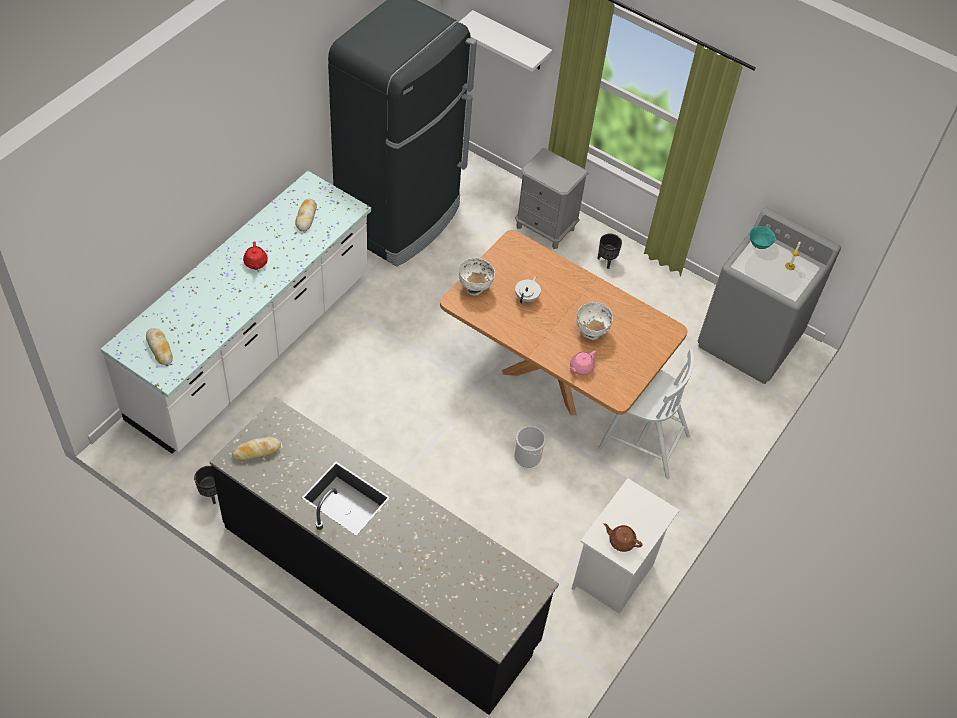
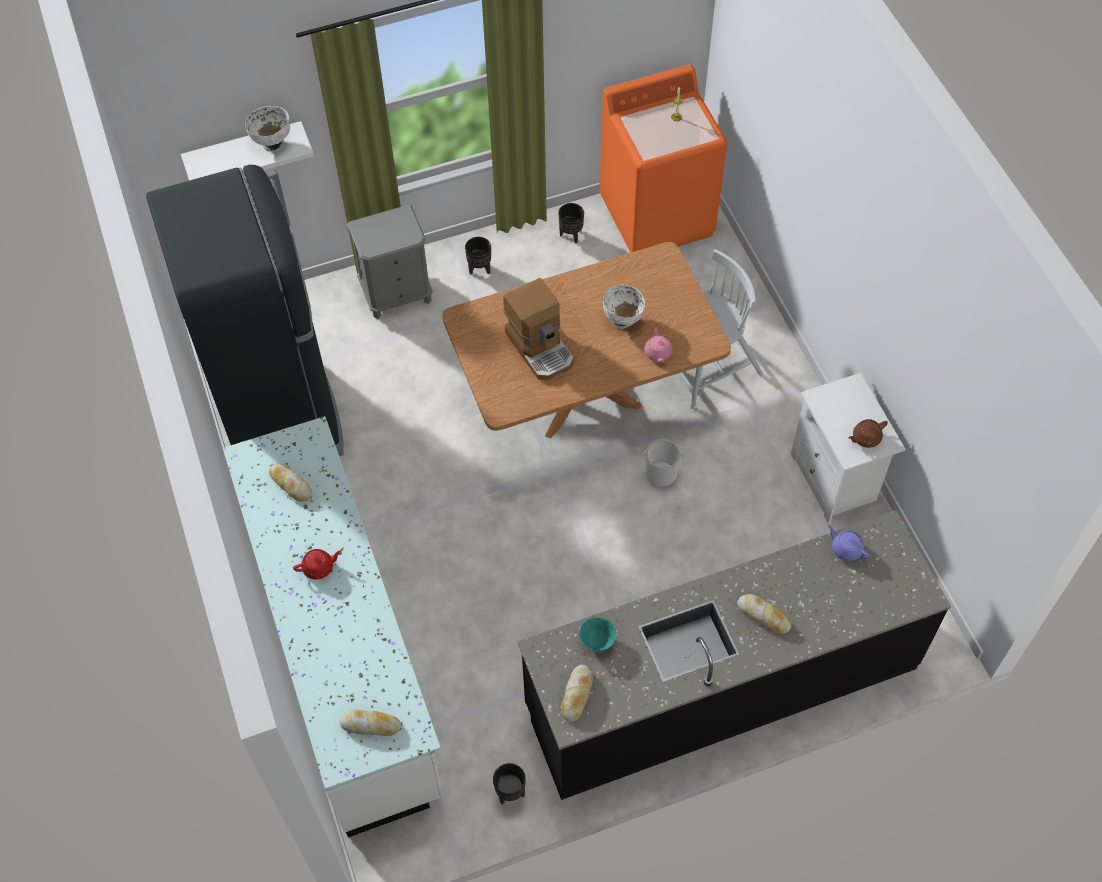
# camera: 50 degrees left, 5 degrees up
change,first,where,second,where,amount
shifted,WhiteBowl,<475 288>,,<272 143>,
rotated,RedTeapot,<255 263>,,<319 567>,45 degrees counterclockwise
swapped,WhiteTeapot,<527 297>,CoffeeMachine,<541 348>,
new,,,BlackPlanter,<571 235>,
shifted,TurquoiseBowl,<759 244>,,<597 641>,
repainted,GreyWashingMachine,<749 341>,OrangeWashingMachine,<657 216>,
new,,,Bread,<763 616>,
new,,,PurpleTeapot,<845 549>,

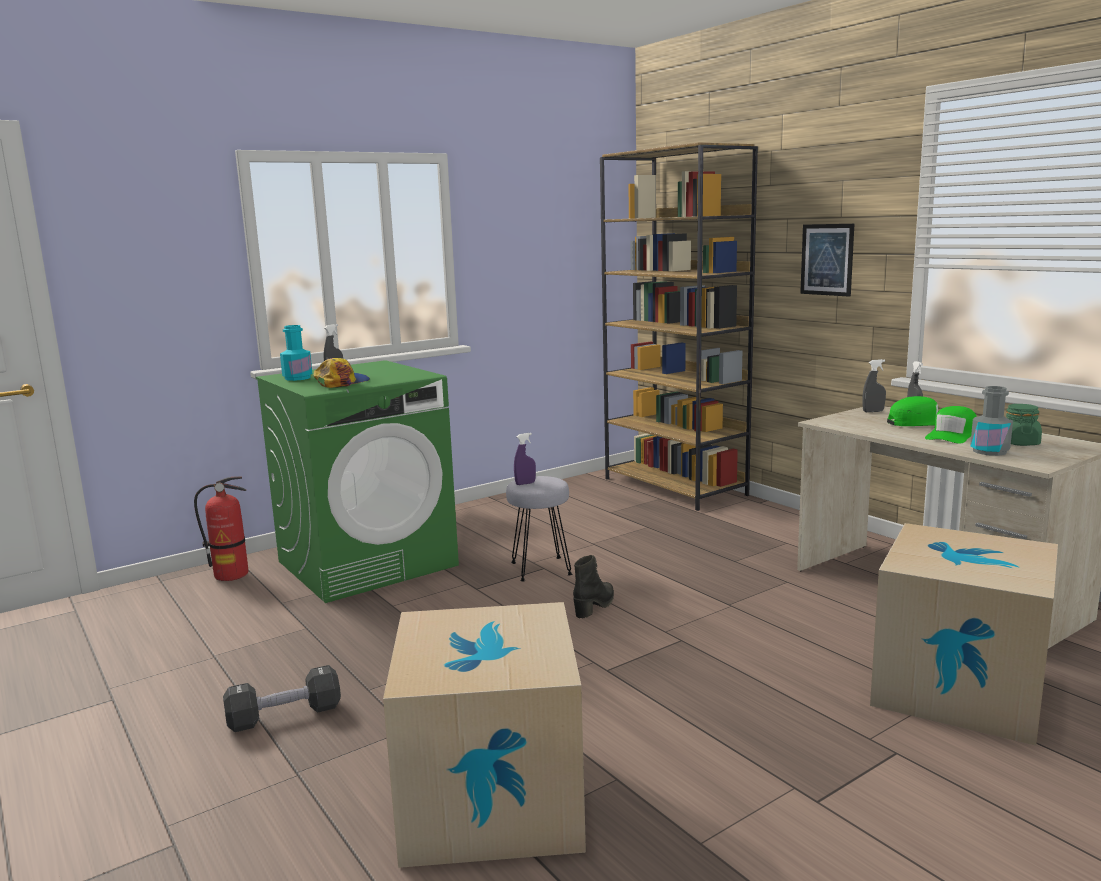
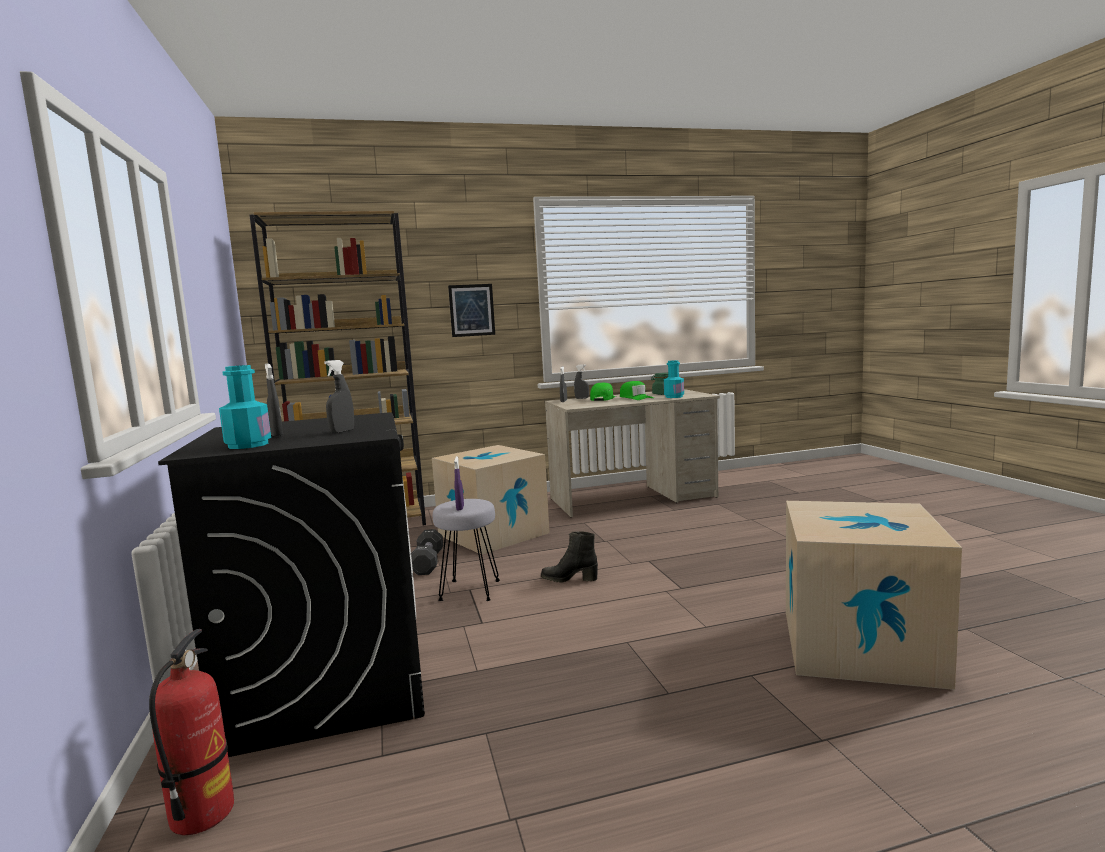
# camera: 70 degrees left, 5 degrees down
change,first,where,second,where,amount
repainted,GreenWashingMachine,<368 563>,BlackWashingMachine,<329 681>,
swapped,Cap,<341 383>,GreySprayBottle,<342 431>,
shifted,BlackDumbbell,<285 716>,,<427 563>,
shifted,CardboardBox,<958 689>,,<493 534>,
rotated,BlackBoot,<595 606>,,<569 579>,45 degrees counterclockwise
repainted,GreyBottle,<989 451>,TurquoiseBottle,<674 397>,

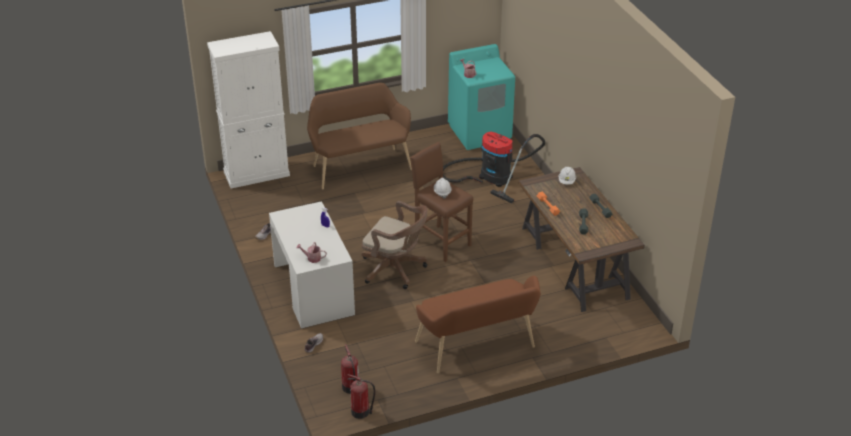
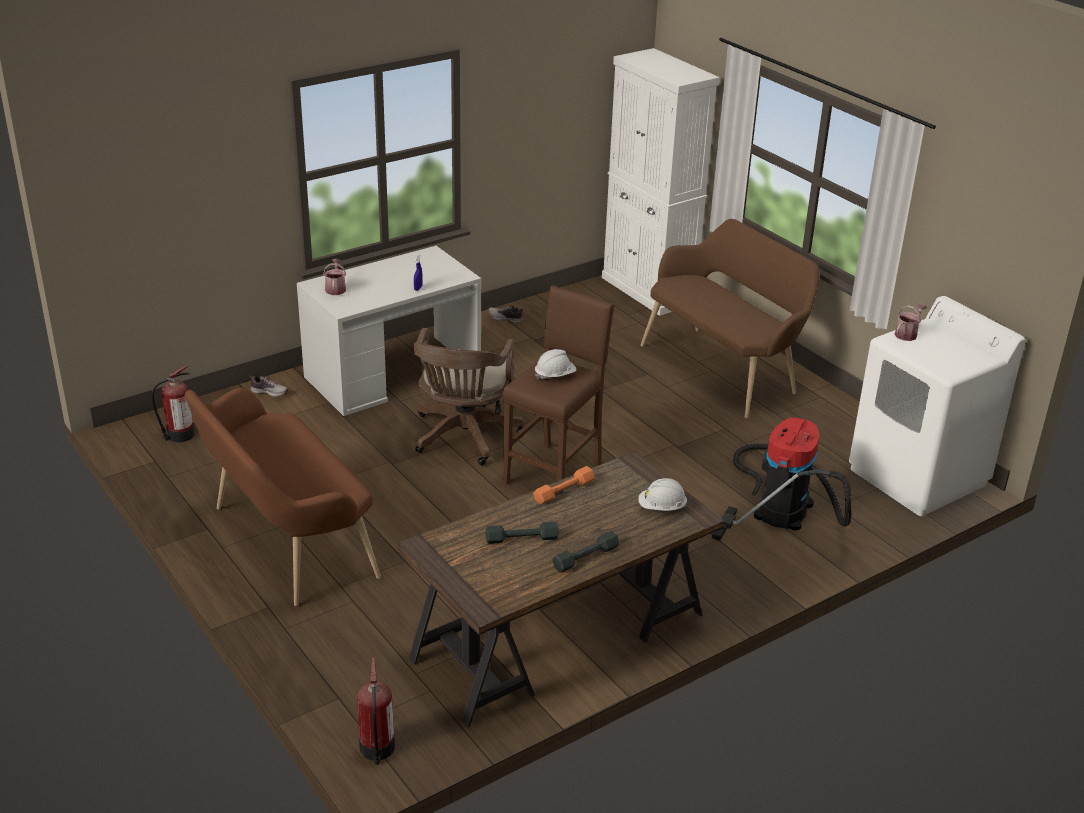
# camera: 75 degrees right, 5 degrees down
change,first,where,second,where,amount
shifted,FireExtinguisher,<361 412>,,<377 749>,
repainted,TurquoiseWashingMachine,<480 132>,WhiteWashingMachine,<918 477>,

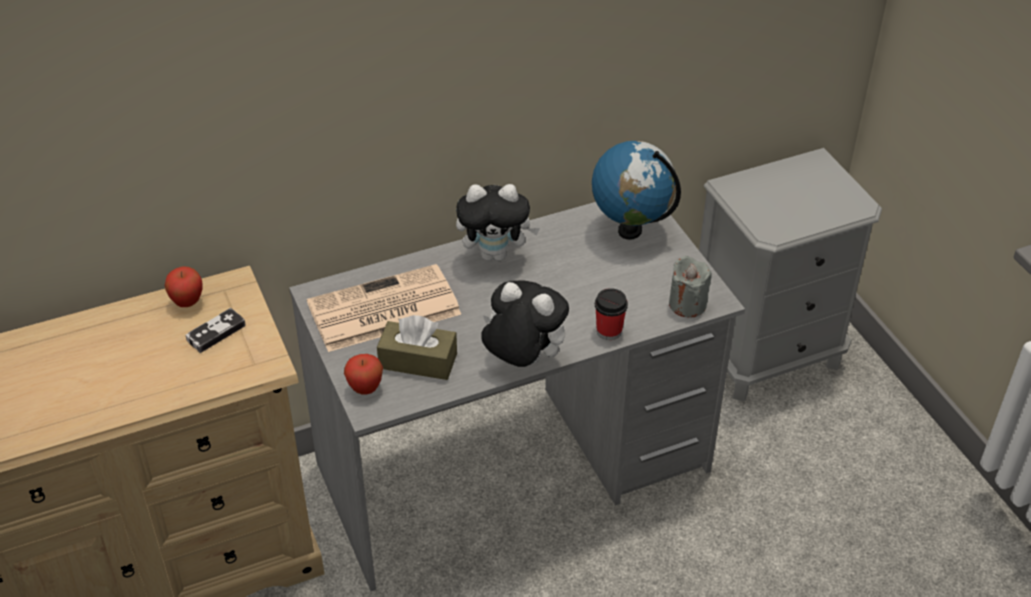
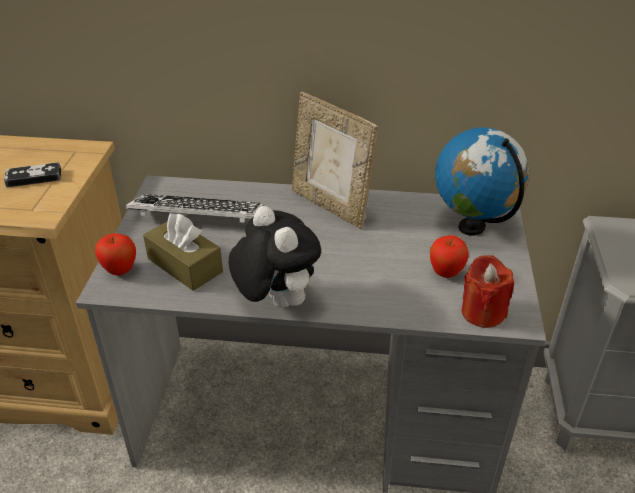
# camera: 30 degrees right, 5 degrees down
change,first,where,second,where,amount
swapped,Newspaper,<382 310>,Keyboard,<197 215>,
swapped,PlushToy,<495 254>,PictureFrame,<331 206>,
shifted,Apple,<187 302>,,<446 273>,
repainted,GreyCandle,<687 304>,RedCandle,<482 312>,
gone,Cup,<609 331>,,,

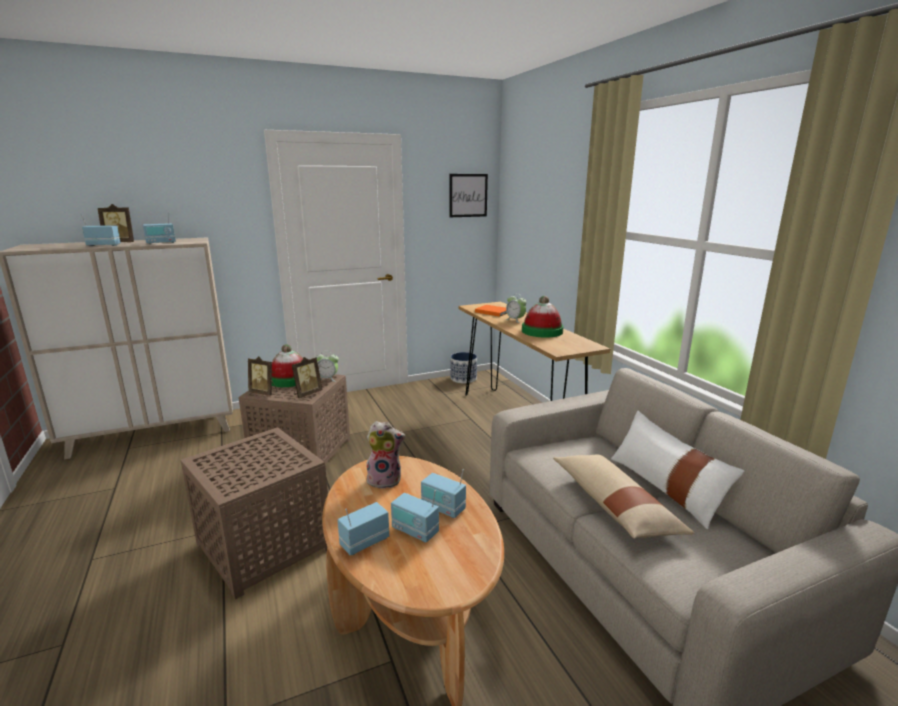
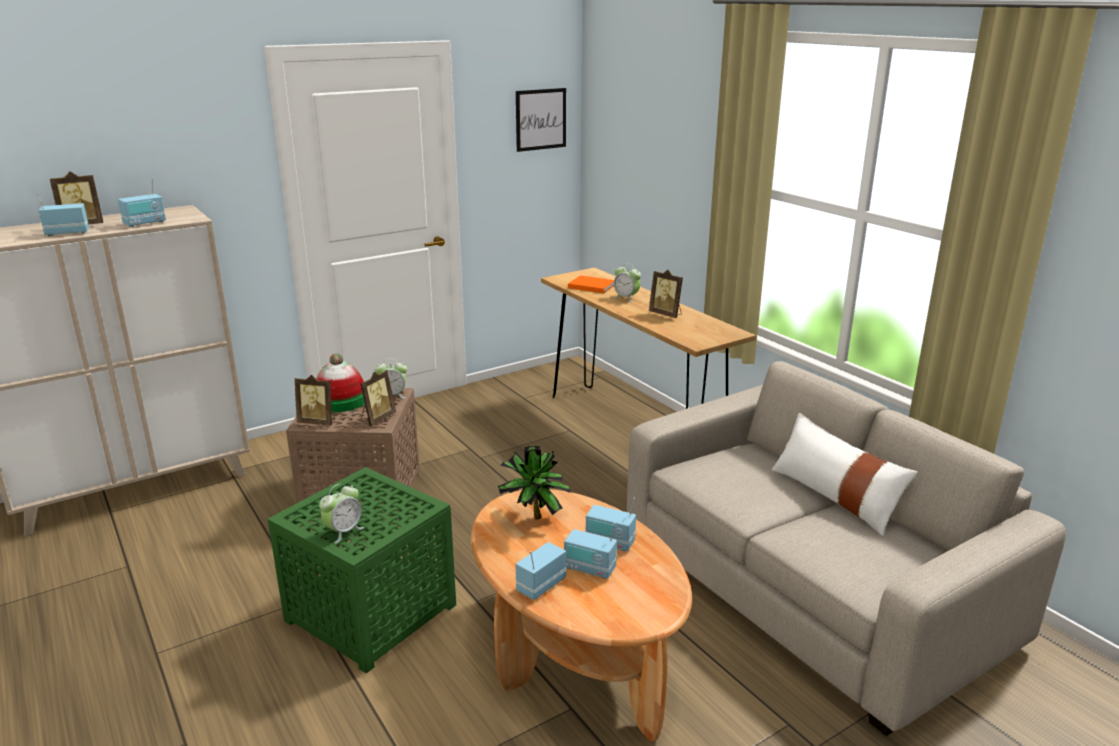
# camera: 10 degrees left, 5 degrees up
change,first,where,second,where,amount
repainted,BrownSideTable,<265 544>,GreenSideTable,<371 611>,
new,,,AlarmClock,<343 531>,
swapped,PlushToy,<385 480>,PottedPlant,<532 518>,
swapped,Hat,<542 331>,PictureFrame,<666 314>,
gone,Planter,<463 378>,,,
gone,BeigePillow,<614 506>,,,

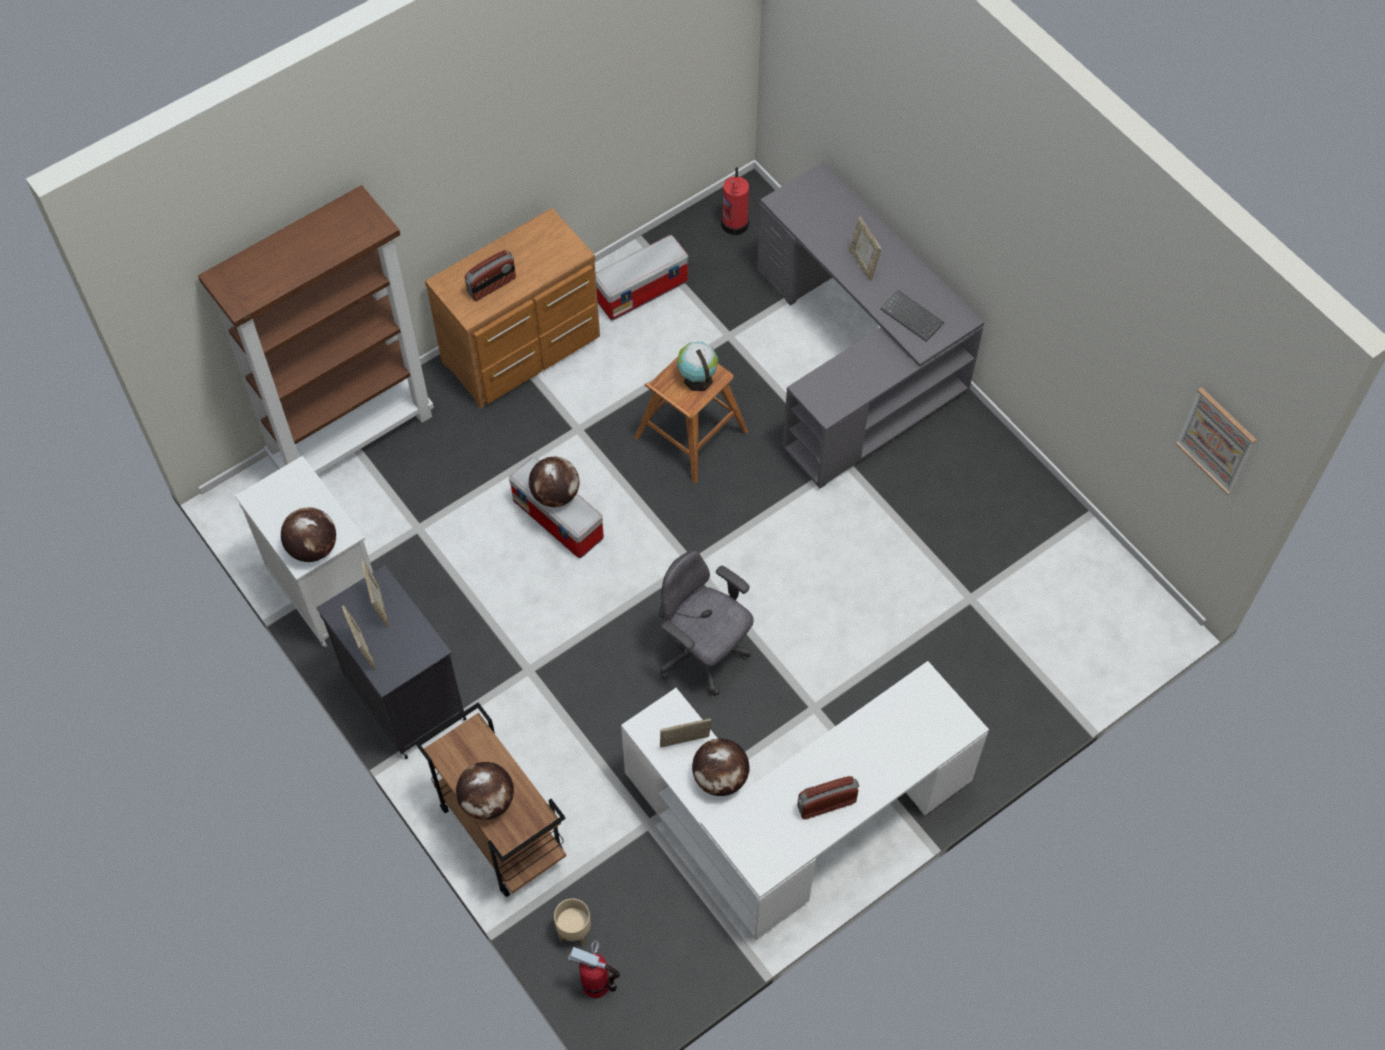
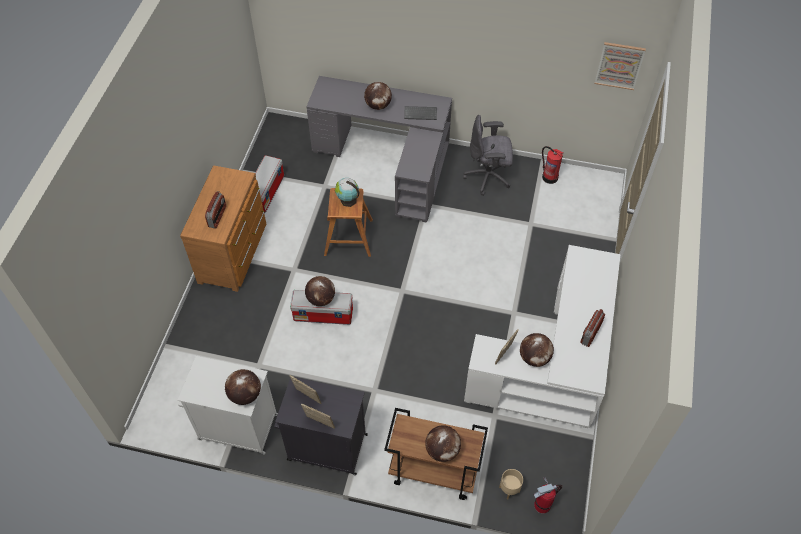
# camera: 40 degrees left, 5 degrees down
change,first,where,second,where,amount
swapped,PictureFrame,<863 264>,Globe,<378 105>,
shifted,GreyOfficeChair,<703 654>,,<488 177>,
shifted,FireExtinguisher,<735 223>,,<549 177>,
gone,BrownBookcase,<353 437>,,,

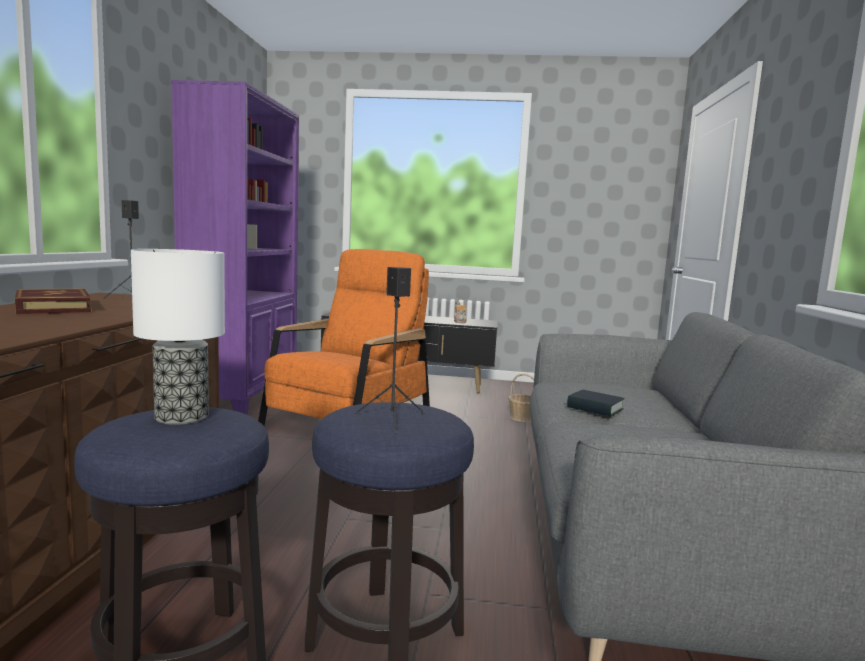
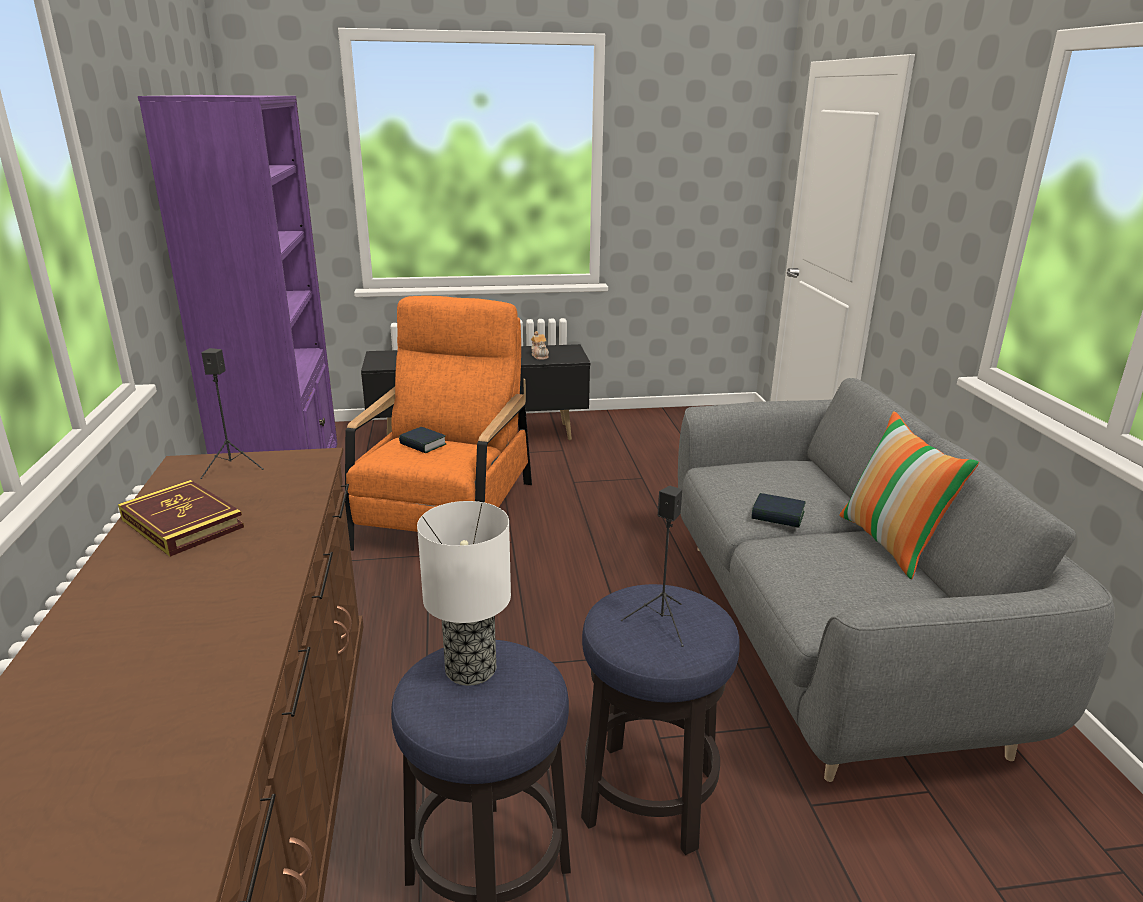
# camera: 15 degrees left, 15 degrees up
change,first,where,second,where,amount
new,,,Book,<423 444>,
new,,,Pillow,<891 543>,
gone,Basket,<522 418>,,,

